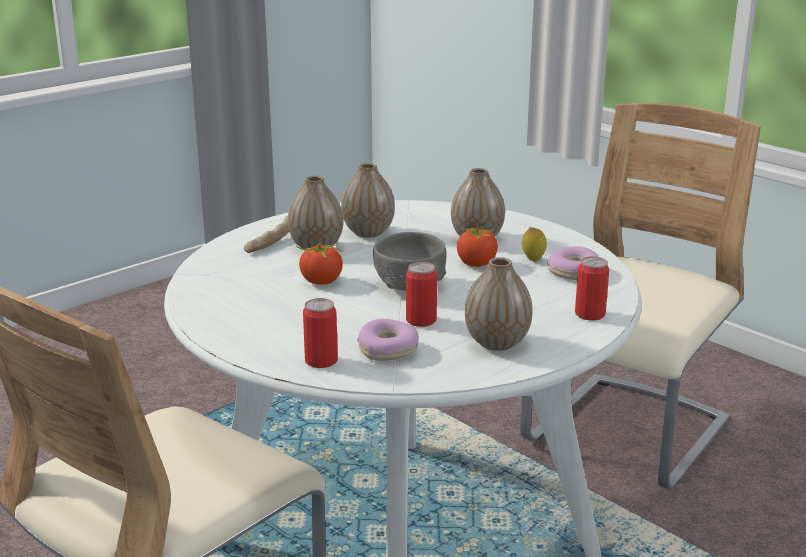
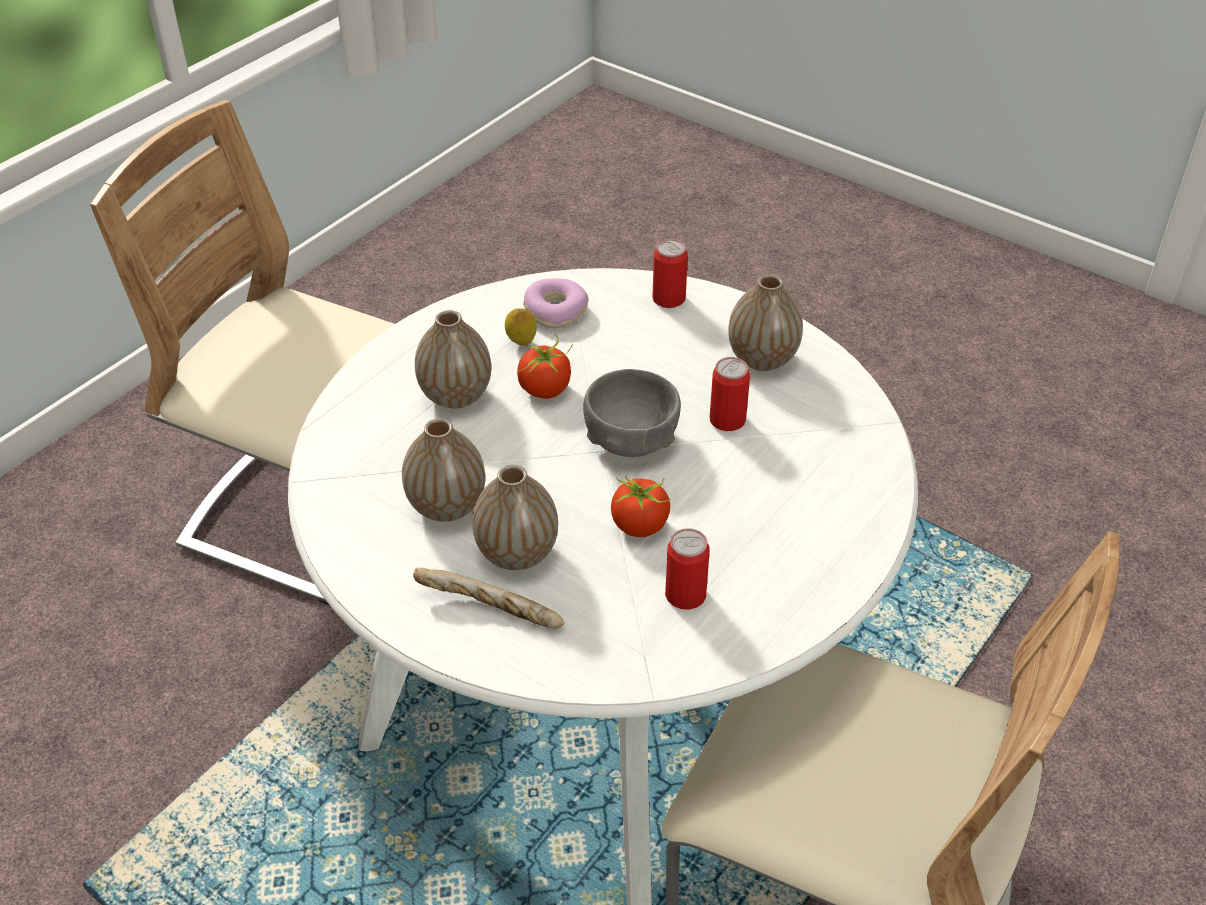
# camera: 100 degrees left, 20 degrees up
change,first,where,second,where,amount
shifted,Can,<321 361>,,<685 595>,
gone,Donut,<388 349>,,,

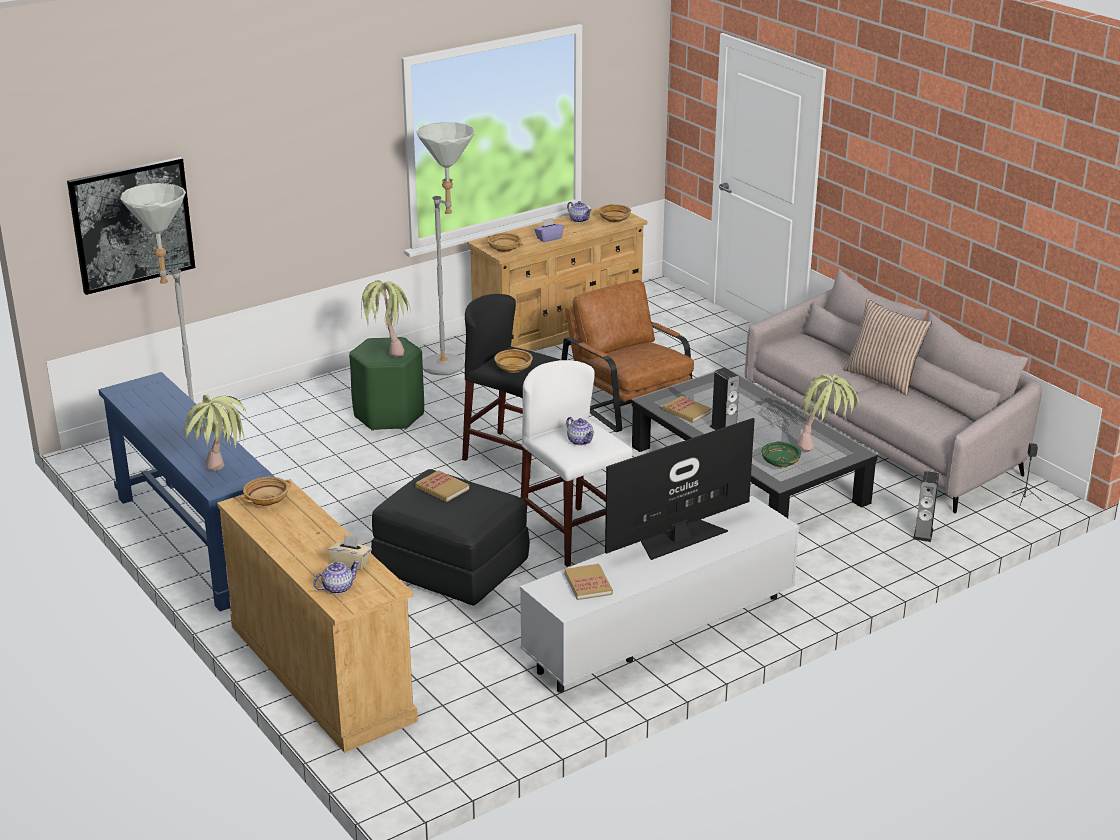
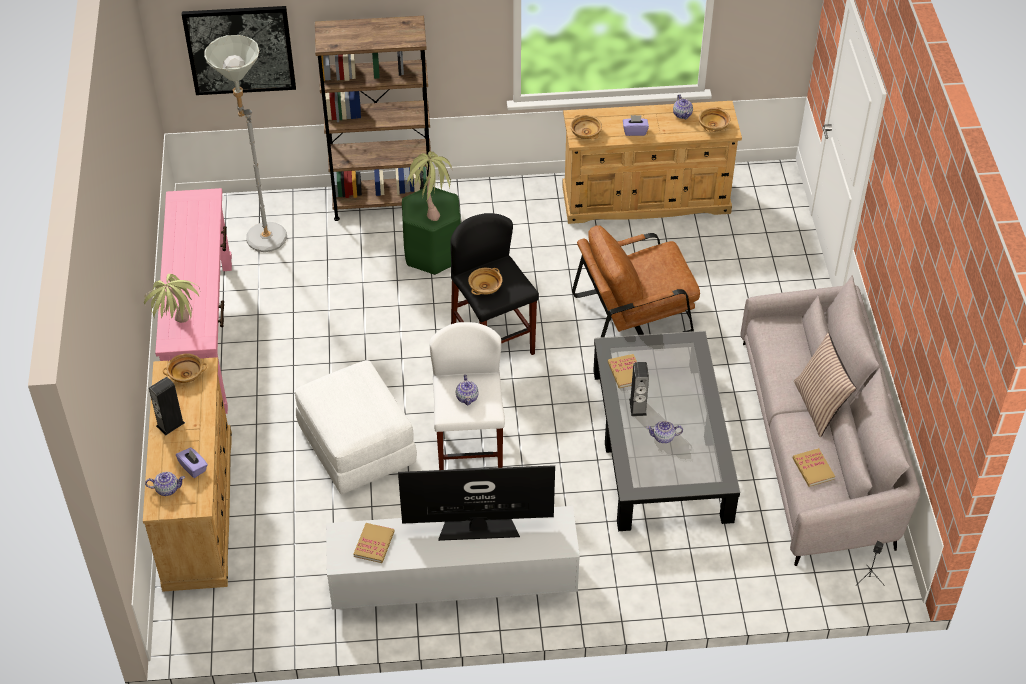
# camera: 30 degrees right, 20 degrees up
change,first,where,second,where,amount
shifted,Speaker,<923 534>,,<170 424>,
repainted,BlueConsoleTable,<196 542>,PinkConsoleTable,<204 337>,
repainted,BeigeTissueBox,<351 563>,PurpleTissueBox,<193 467>,
repainted,BlackOttoman,<450 568>,WhiteOttoman,<356 445>,
new,,,BrownBookcase,<383 202>,
rotated,BrownArmchair,<628 400>,,<634 313>,105 degrees counterclockwise
new,,,Teapot,<664 437>,
shifted,Book,<442 488>,,<813 468>,
gone,GreyFloorLamp,<451 368>,,,
gone,GreenBowl,<780 462>,,,
gone,PottedPlant,<824 449>,,,

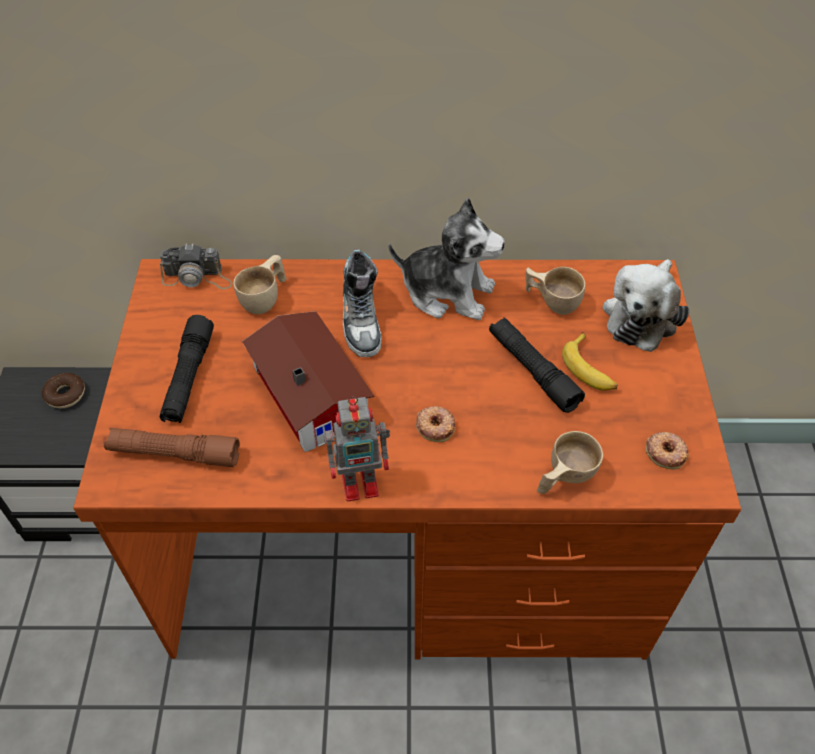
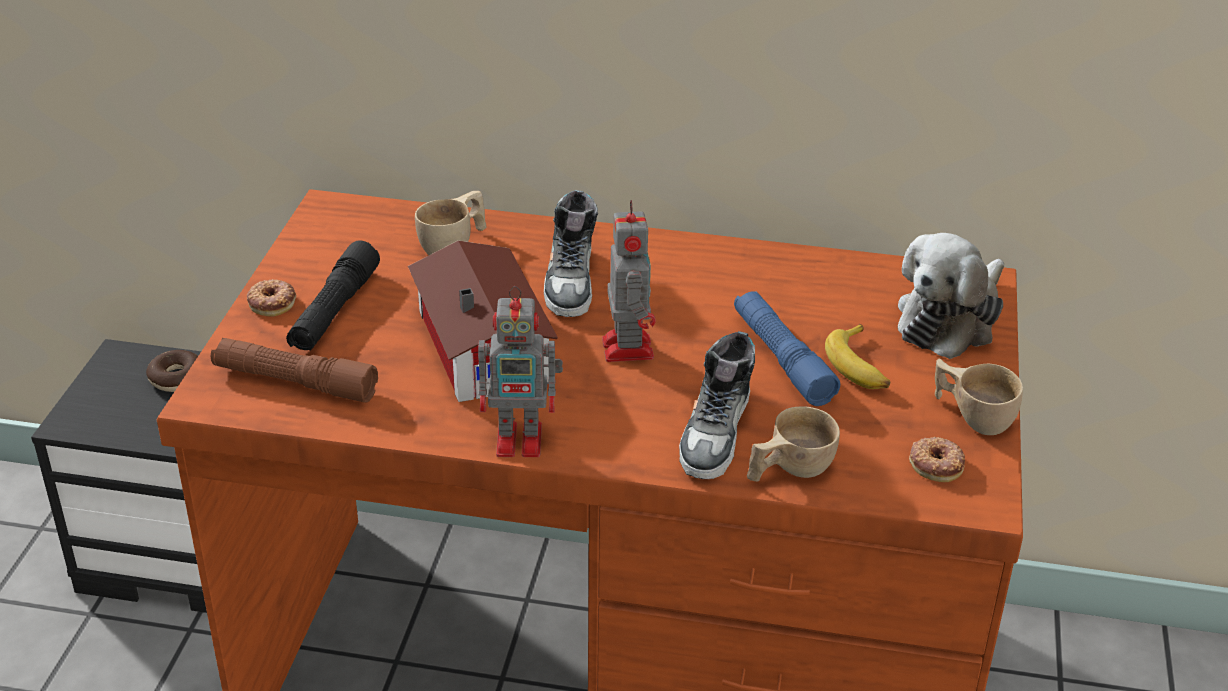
# camera: 10 degrees right, 15 degrees down
change,first,where,second,where,amount
shifted,Donut,<435 426>,,<272 302>,
new,,,ToyRobot,<627 346>,
new,,,Shoe,<716 434>,
repainted,BlackFlashlight,<532 370>,BlueFlashlight,<782 358>,
shifted,BeigeCup,<551 301>,,<971 416>,
gone,PhotoCamera,<197 278>,,,
gone,PlushToy,<447 292>,,,

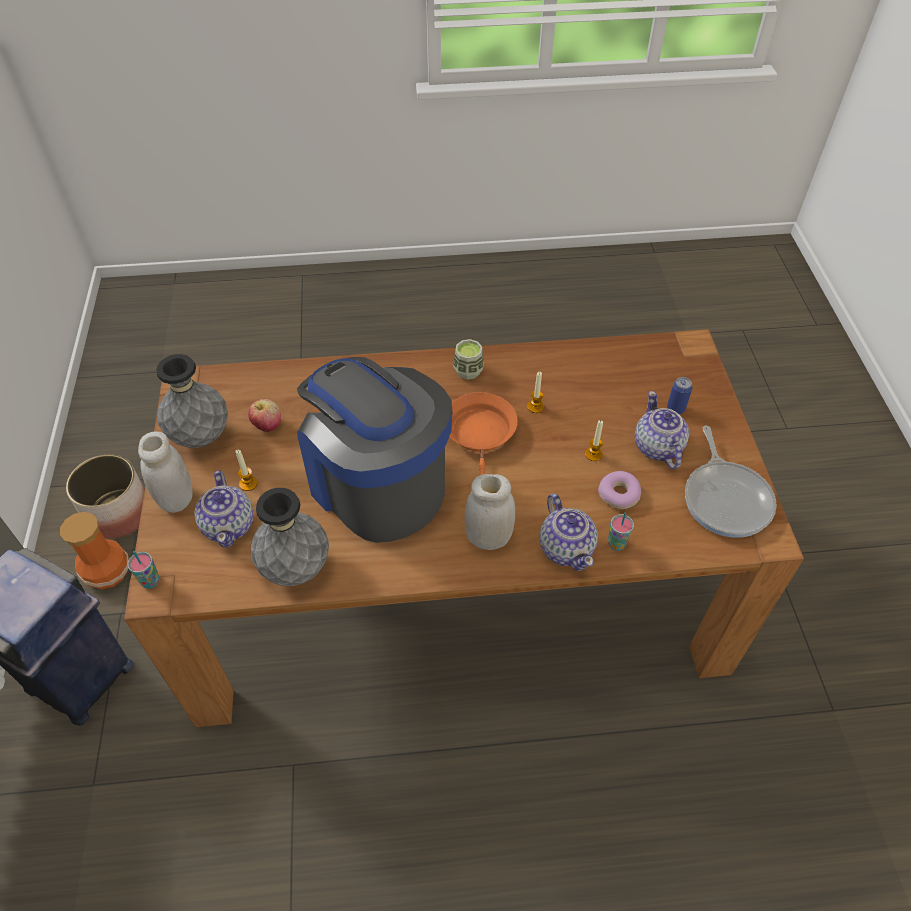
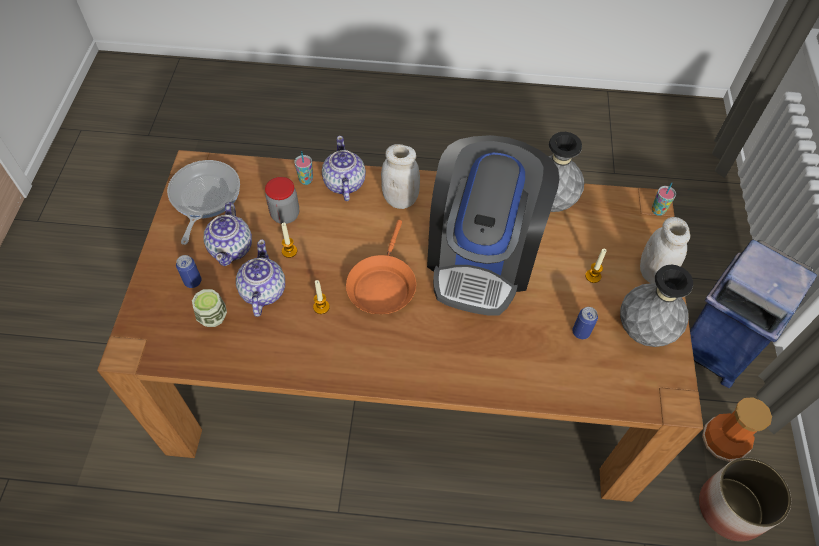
# camera: 170 degrees left, 5 degrees up
change,first,where,second,where,amount
shifted,Cup,<468 371>,,<213 317>,
shifted,Teapot,<229 525>,,<262 292>,
swapped,Donut,<619 494>,Jar,<285 215>,
rotated,CoffeeMachine,<376 484>,,<482 257>,45 degrees clockwise
swapped,Apple,<267 425>,Can,<581 332>,

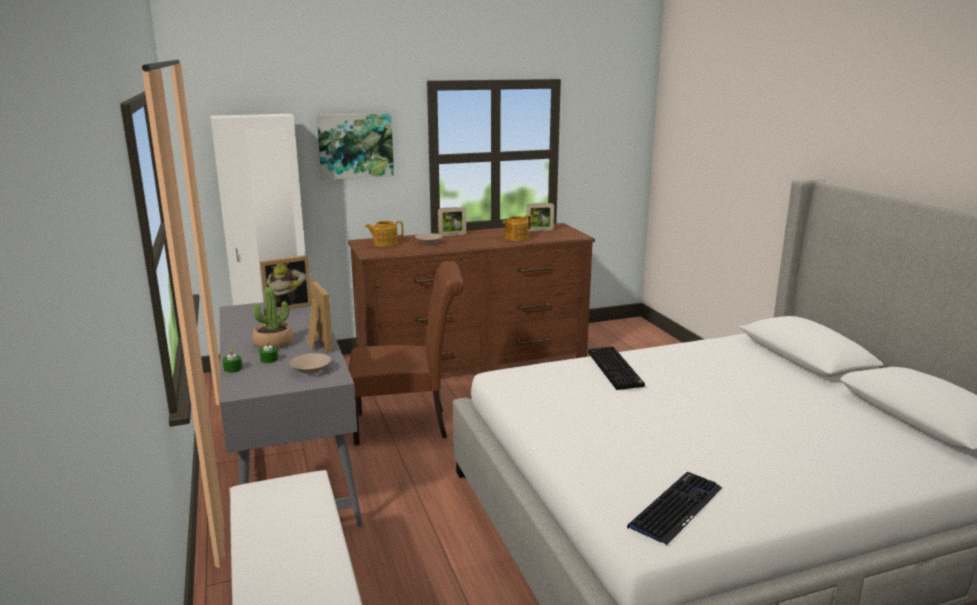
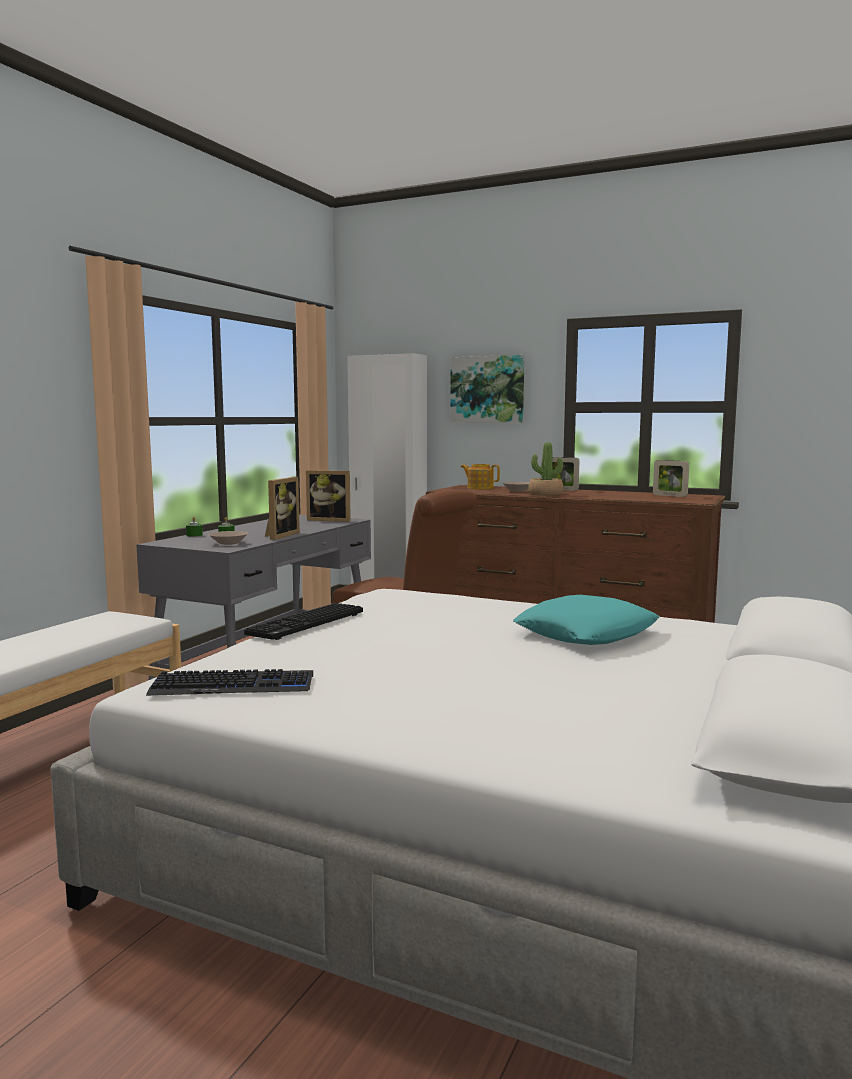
# camera: 45 degrees right, 10 degrees down
change,first,where,second,where,amount
shifted,Keyboard,<616 369>,,<307 624>,
new,,,TurquoisePillow,<586 633>,
shifted,PottedPlant,<273 343>,,<545 494>,
gone,Teapot,<516 238>,,,

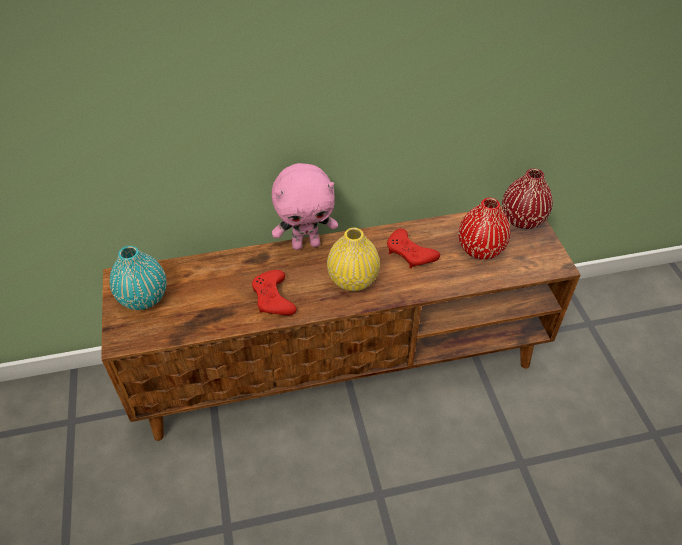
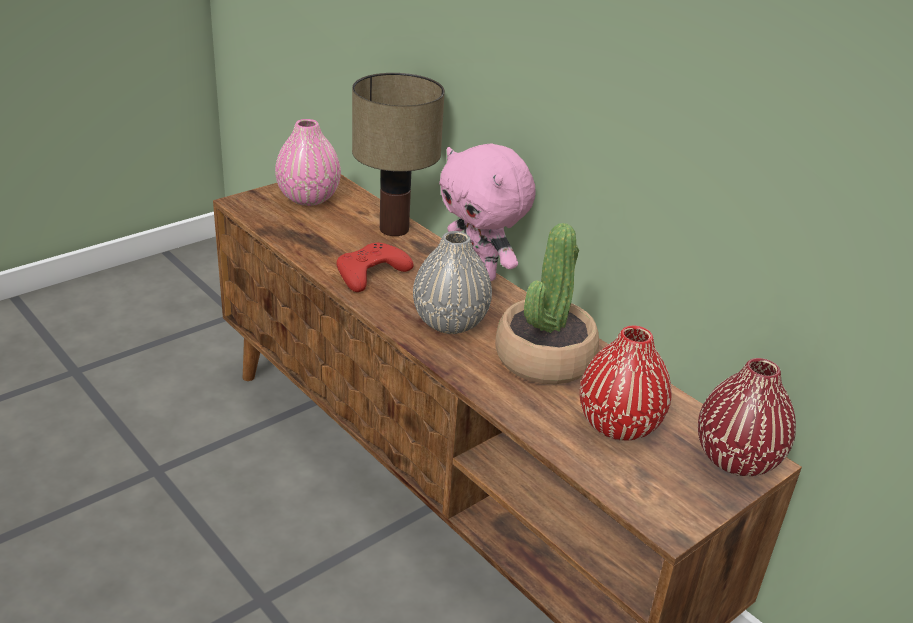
# camera: 60 degrees right, 15 degrees down
change,first,where,second,where,amount
repainted,TurquoiseVase,<143 298>,PinkVase,<308 198>,
new,,,TableLamp,<392 228>,
repainted,YellowVase,<353 279>,GreyVase,<450 322>,
swapped,RedGameController,<410 253>,PottedPlant,<544 358>,

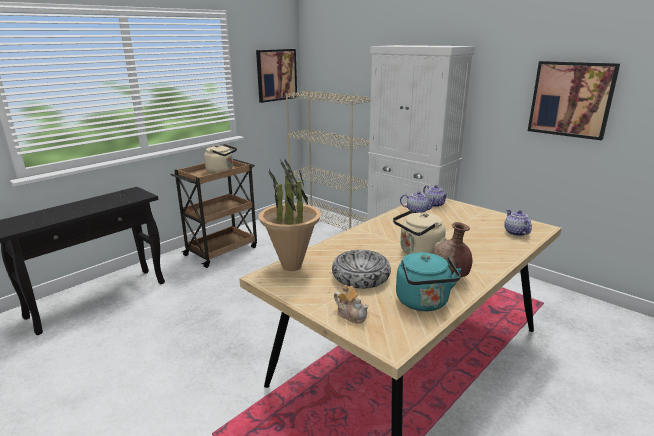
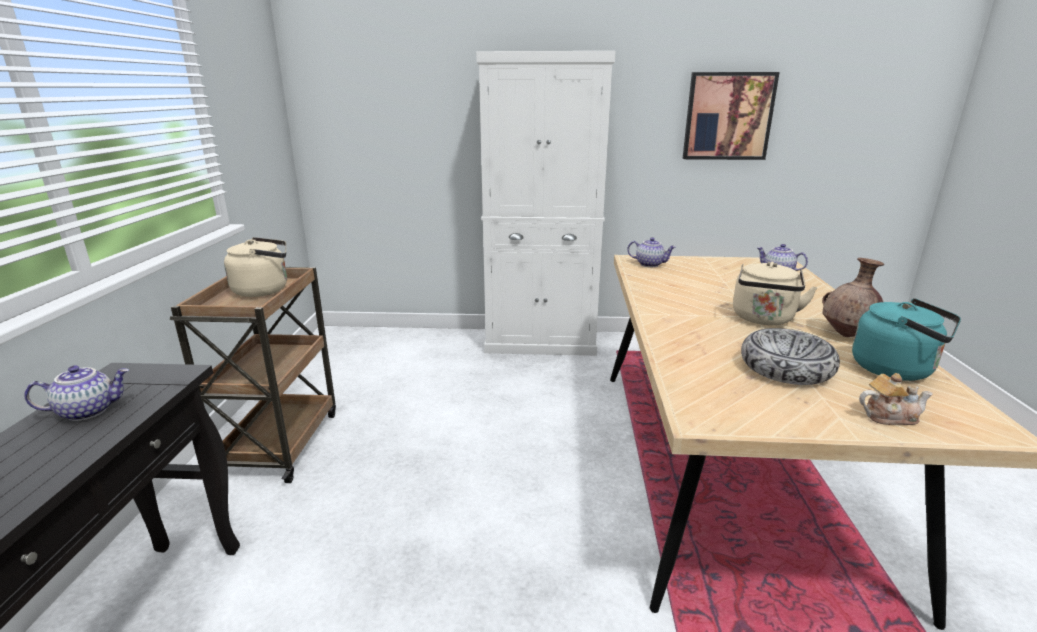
# camera: 40 degrees left, 0 degrees up
change,first,where,second,where,amount
shifted,Teapot,<417 211>,,<88 411>,
gone,Picture,<276 75>,,,
gone,PottedPlant,<292 266>,,,
gone,BeigeBookcase,<329 220>,,,

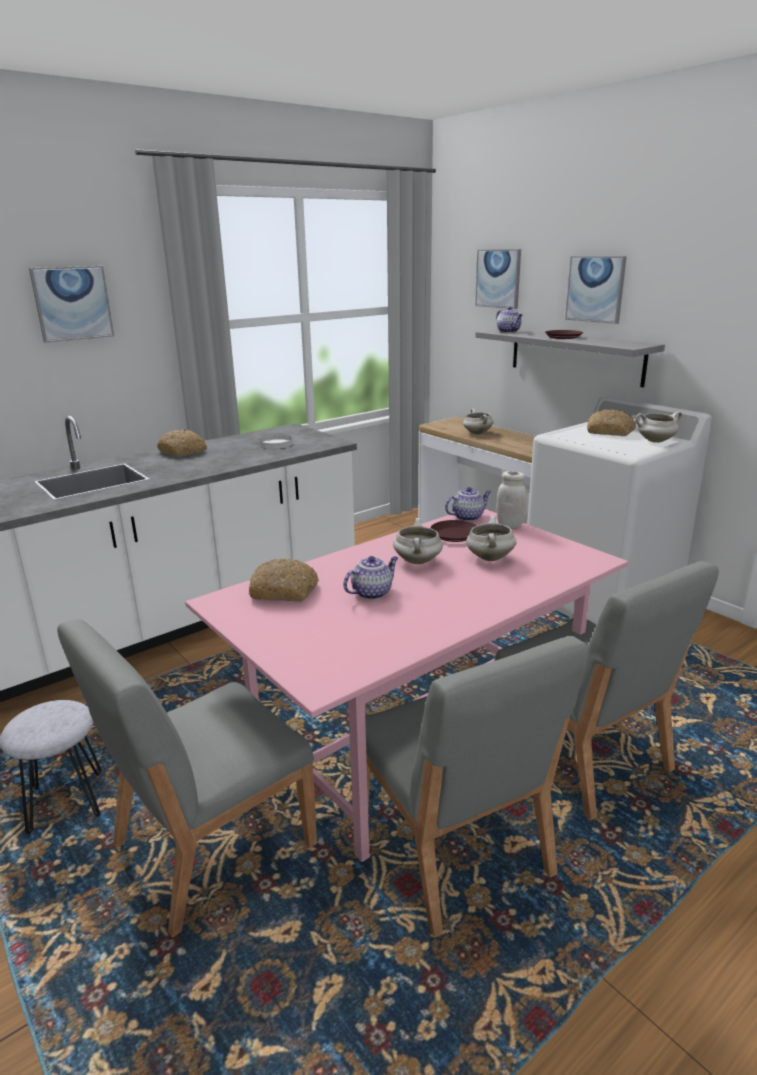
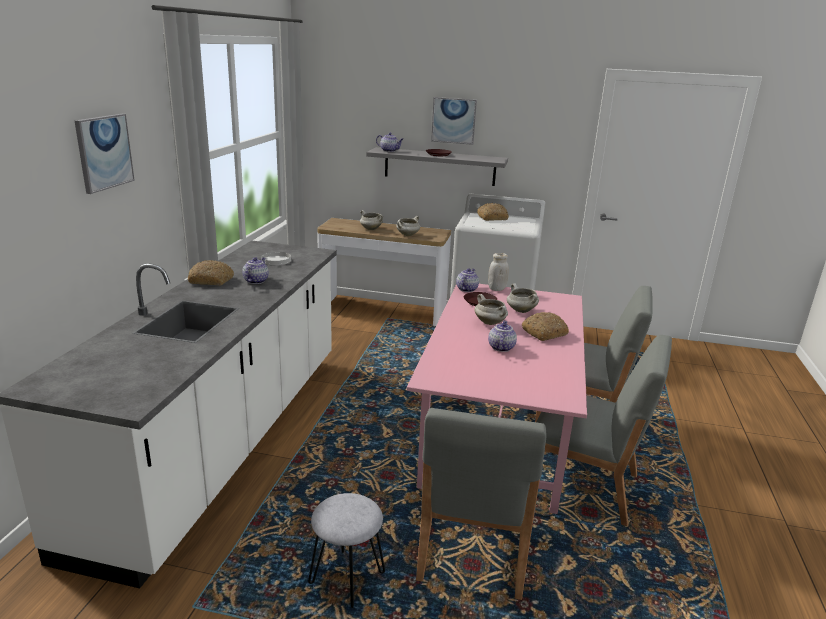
# camera: 40 degrees left, 0 degrees up
change,first,where,second,where,amount
new,,,Teapot,<256 281>,
shifted,WhiteCookingPot,<655 441>,,<407 235>,
shifted,Bread,<285 590>,,<544 333>,
gone,Picture,<498 278>,,,

